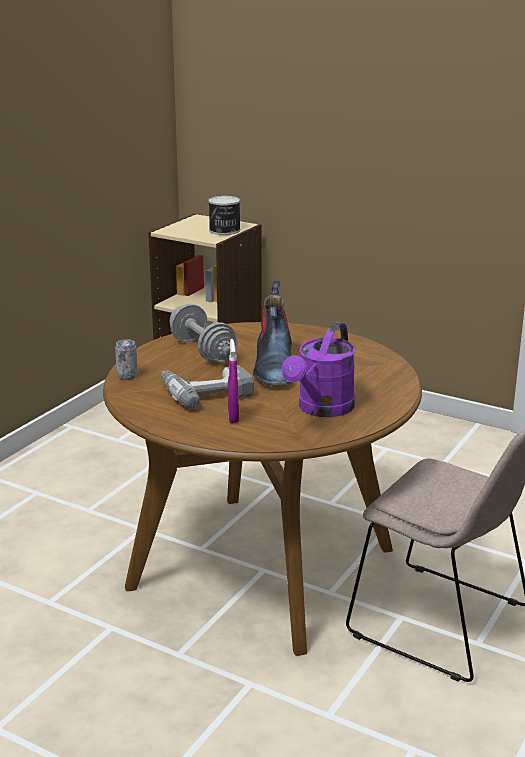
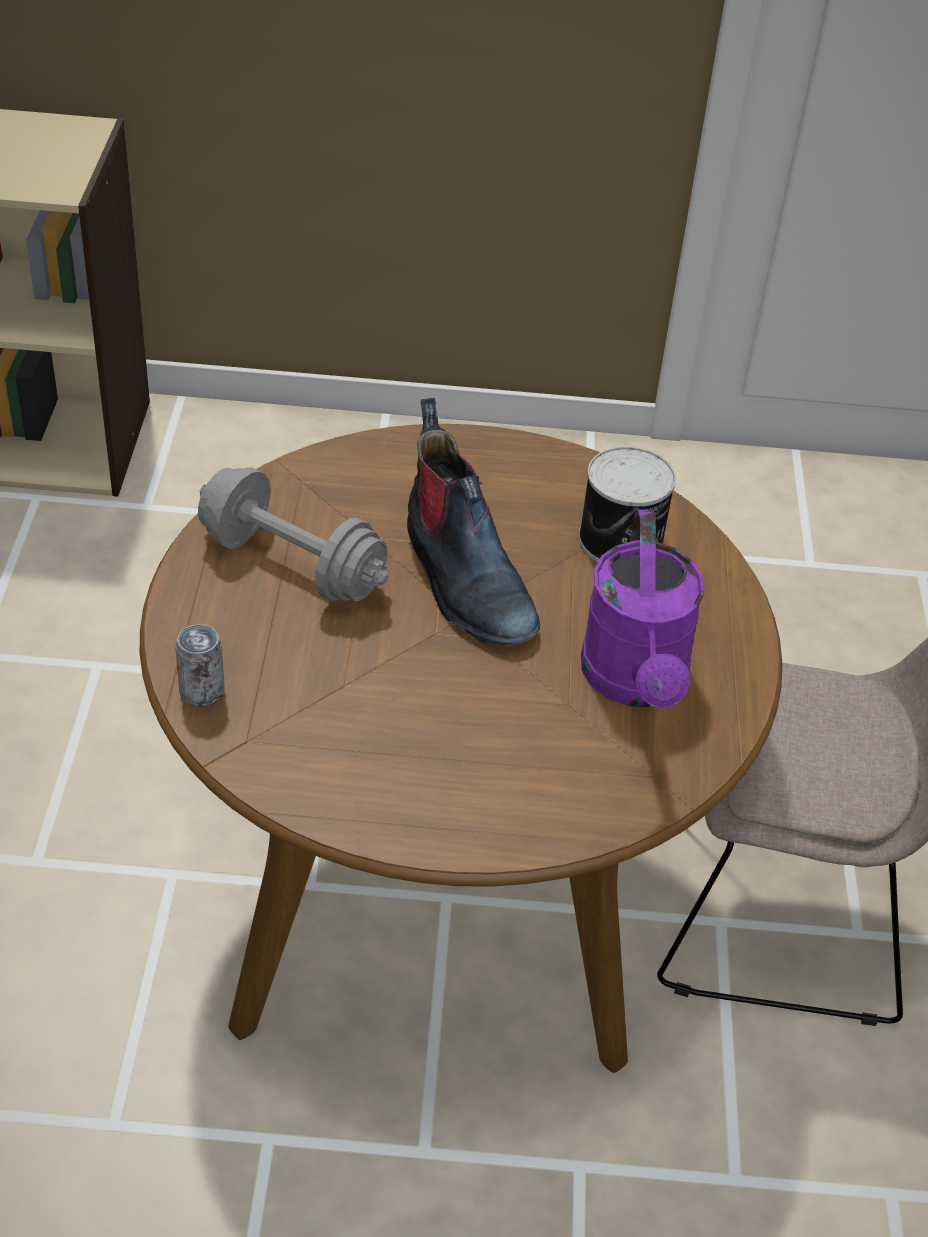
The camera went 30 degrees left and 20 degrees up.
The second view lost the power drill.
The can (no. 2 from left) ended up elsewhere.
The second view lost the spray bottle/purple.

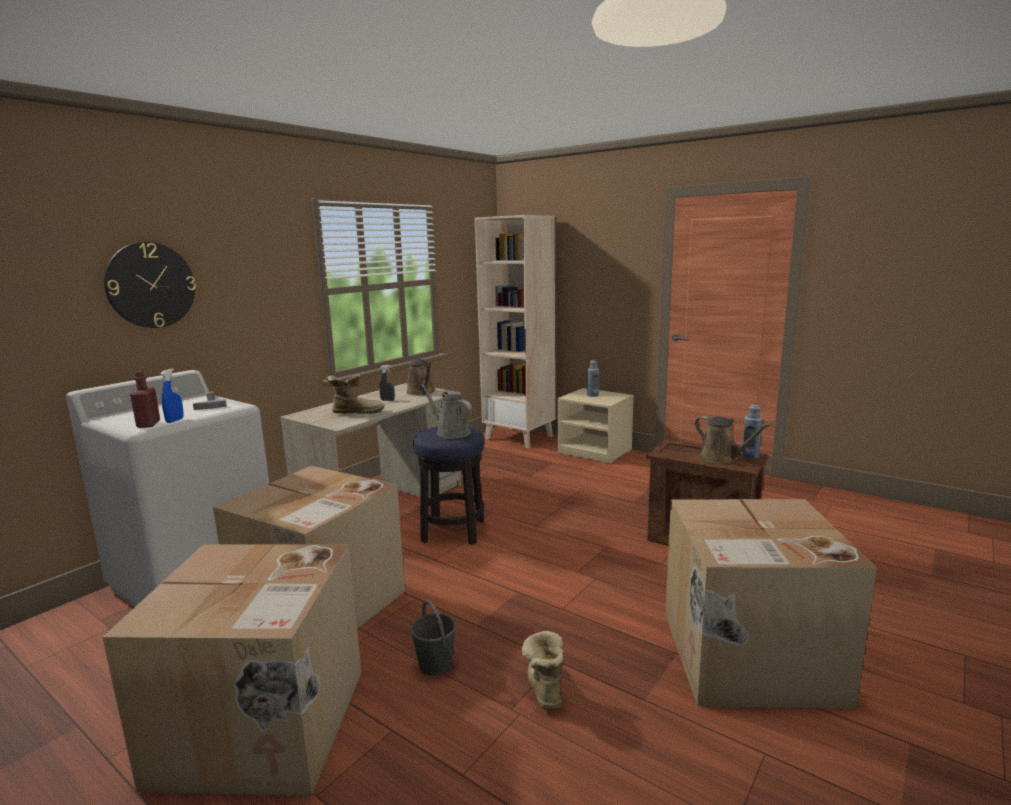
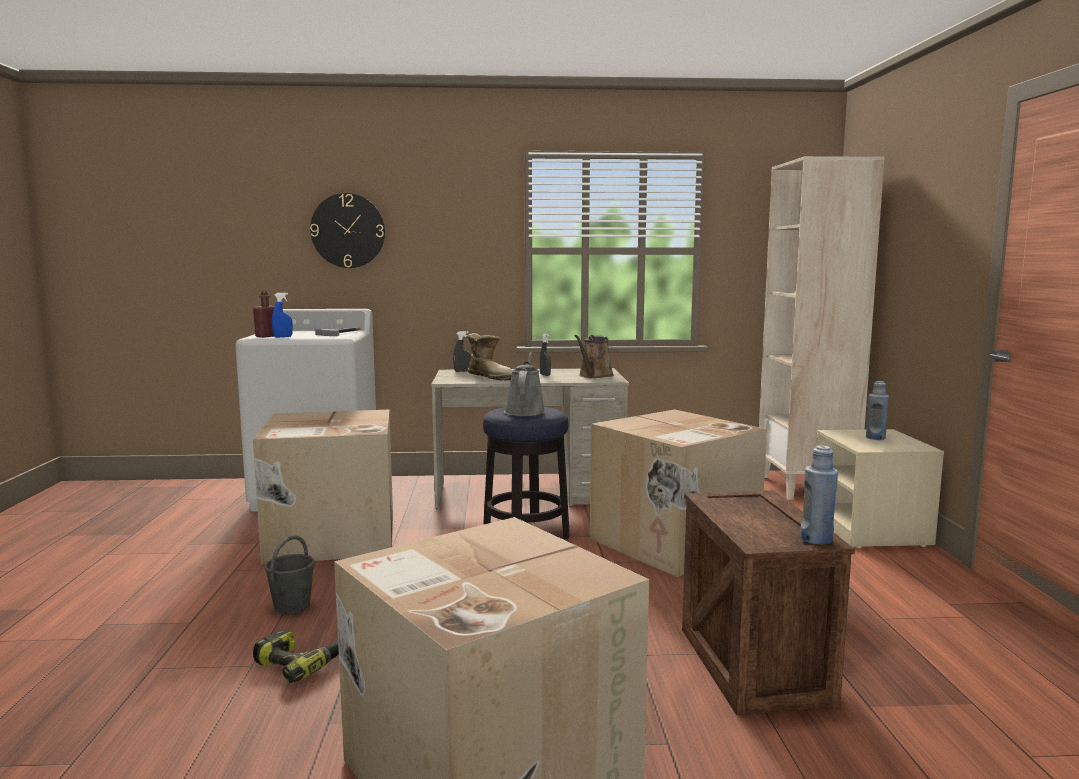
The camera went 50 degrees right and 5 degrees down.
The cardboard box (no. 1 from left in the first image) ended up elsewhere.
Where the boot (no. 2 from left) stood, the power drill came to stand.
The second view lost the watering can/brown (no. 2 from left).
The second view gained the spray bottle/grey (no. 1 from left).

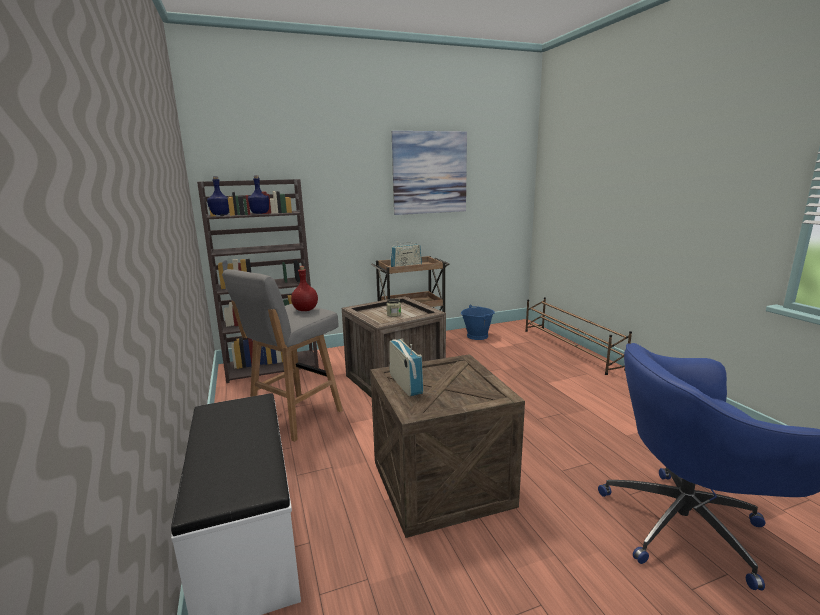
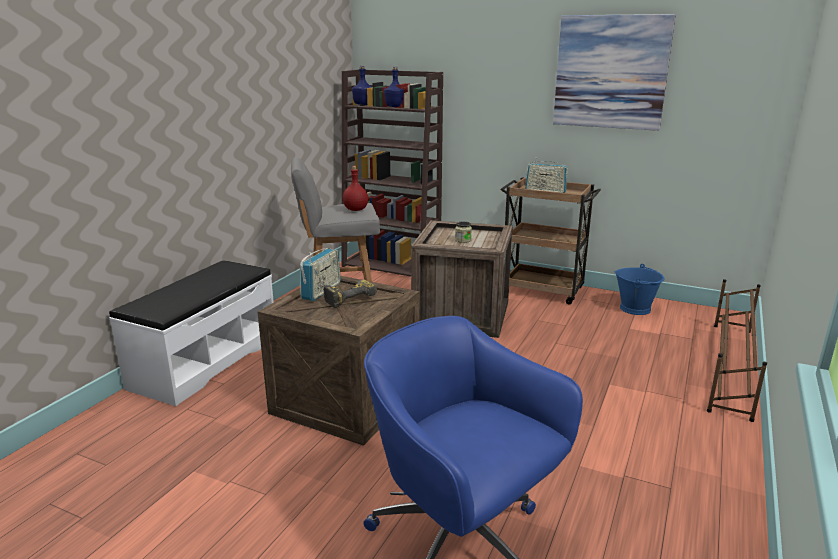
The camera went 45 degrees right and 5 degrees up.
The second view gained the power drill.

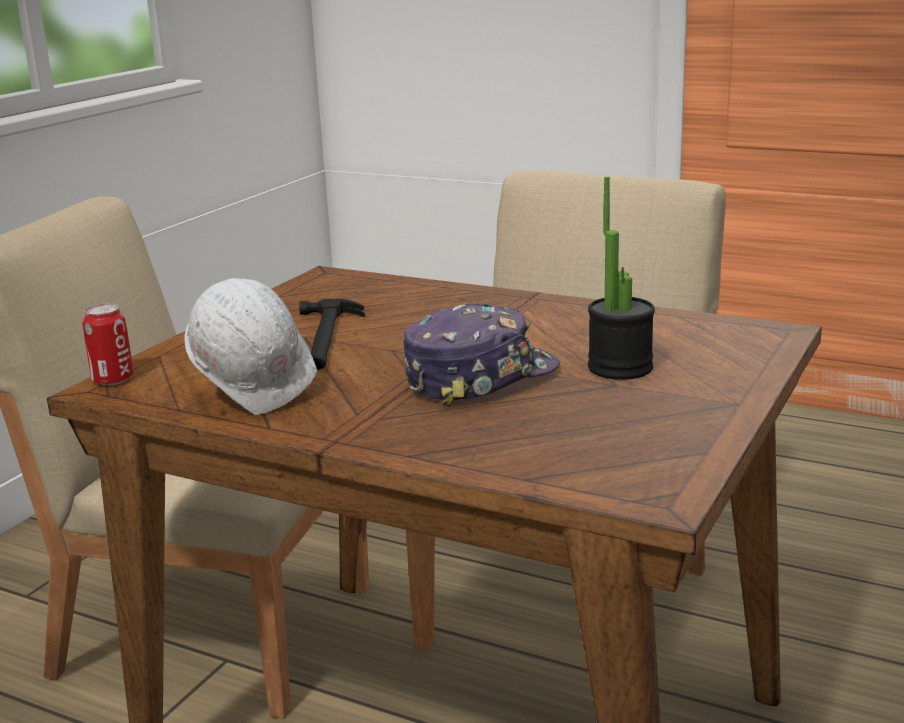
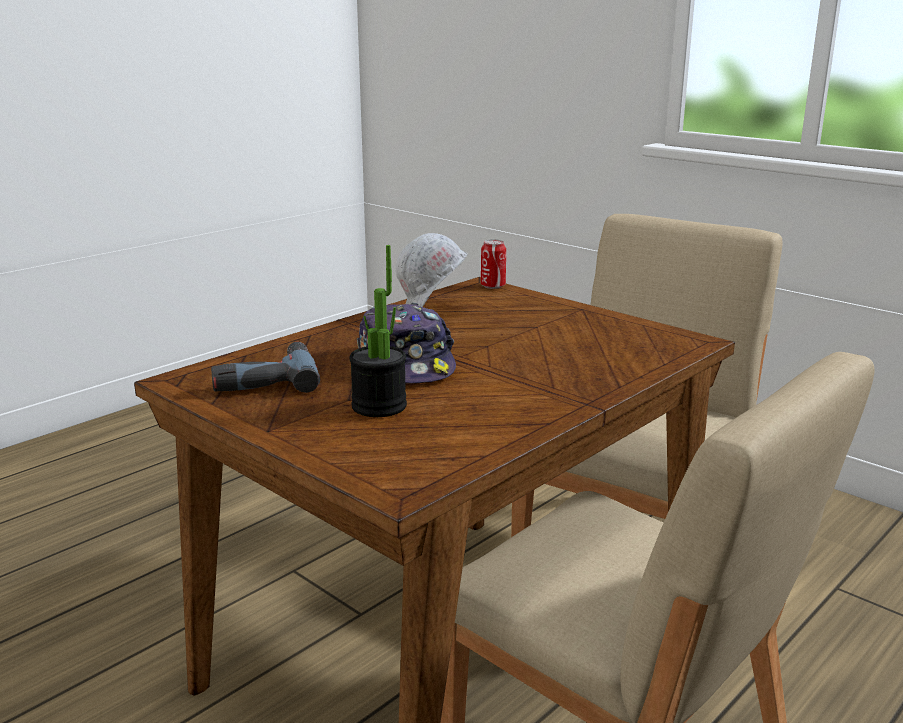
The camera went 105 degrees right and 0 degrees up.
The second view lost the hammer.
The second view gained the power drill.

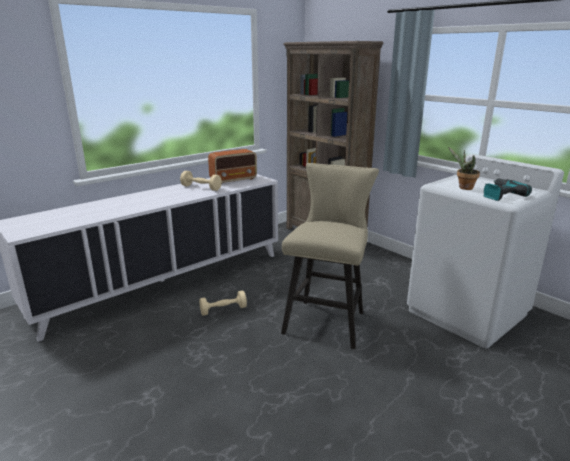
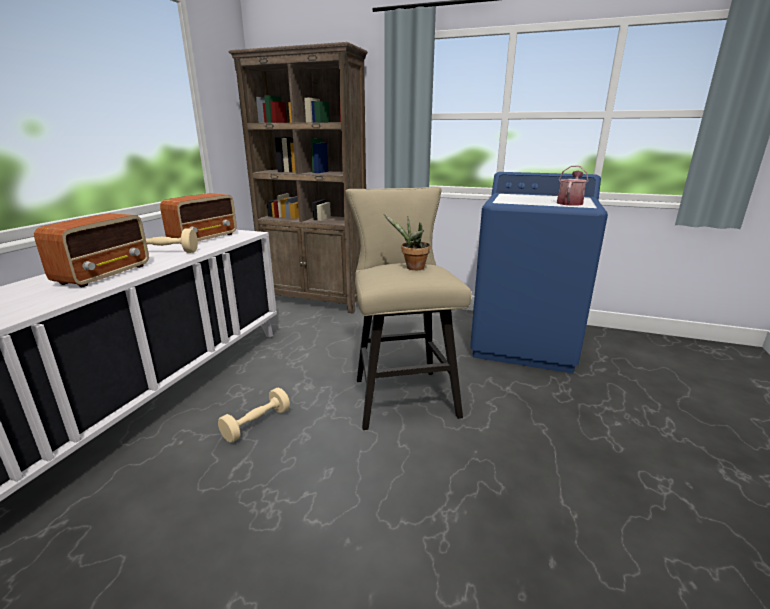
The camera went 30 degrees left and 0 degrees up.
What was the washing machine/white turned into the washing machine/blue.
The potted plant ended up elsewhere.
Where the power drill stood, the watering can came to stand.
The second view gained the radio (no. 1 from left).

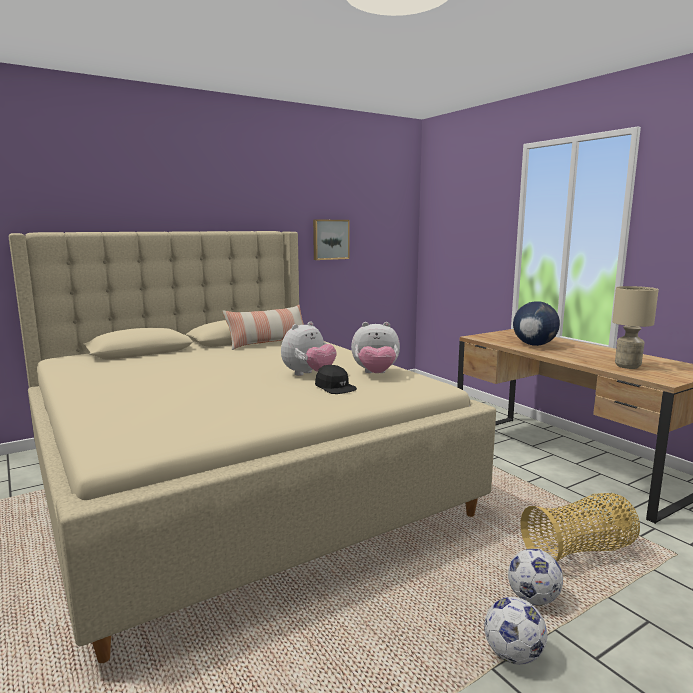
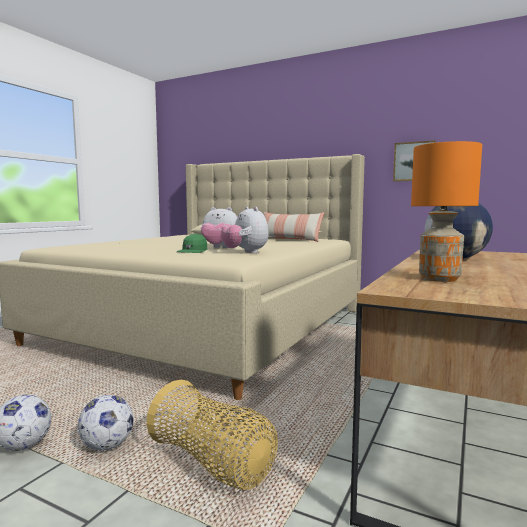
The camera went 60 degrees right and 5 degrees down.
What was the cap/black turned into the cap/green.
What was the table lamp/beige turned into the table lamp/orange.

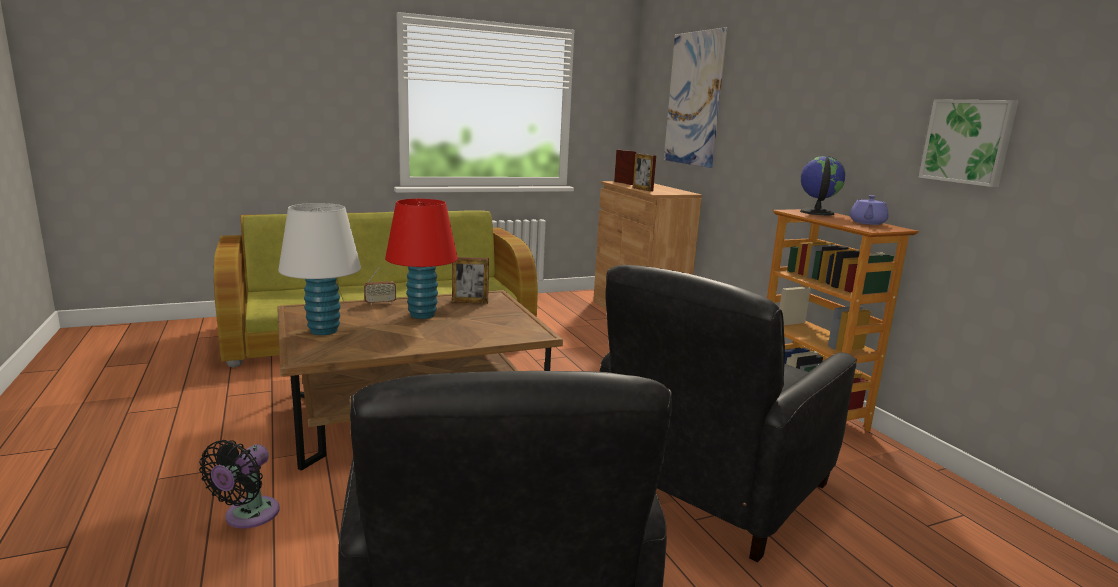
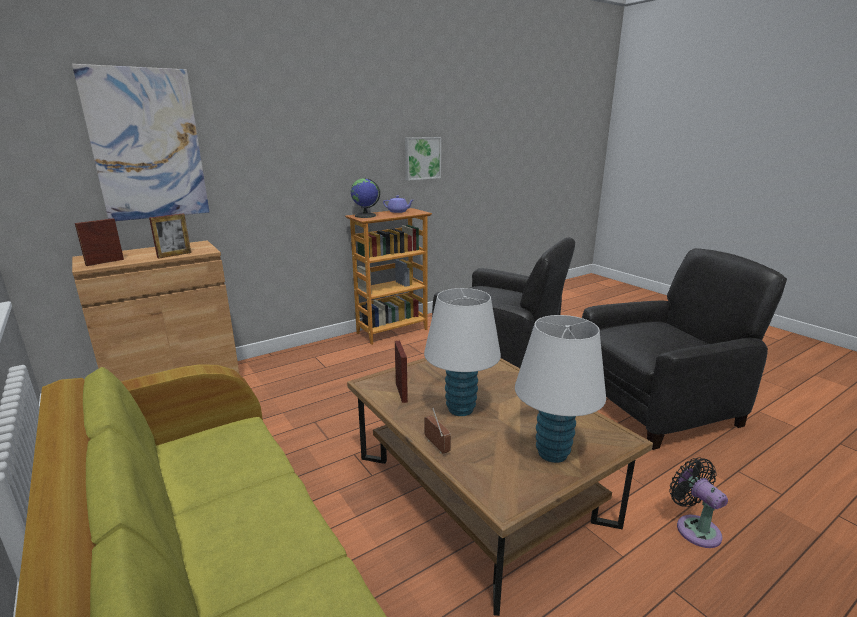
The camera went 100 degrees left and 5 degrees up.
The fan/black ended up facing another way, 120 degrees counterclockwise from before.
What was the table lamp/red turned into the table lamp/white (no. 1 from left).

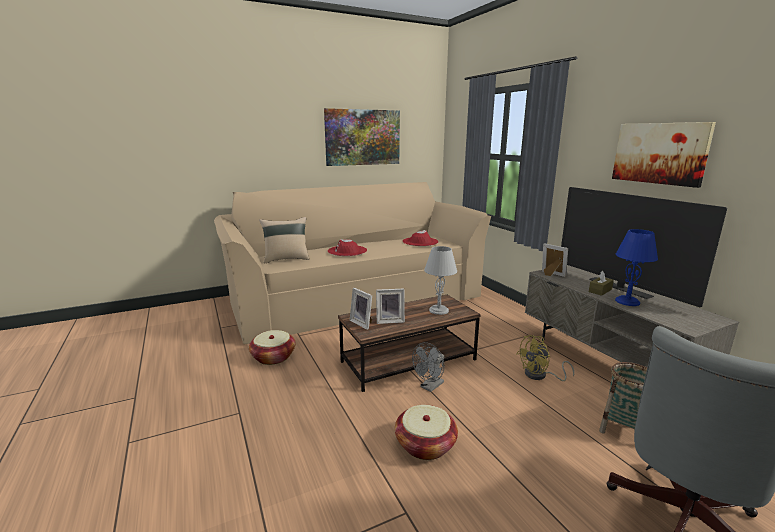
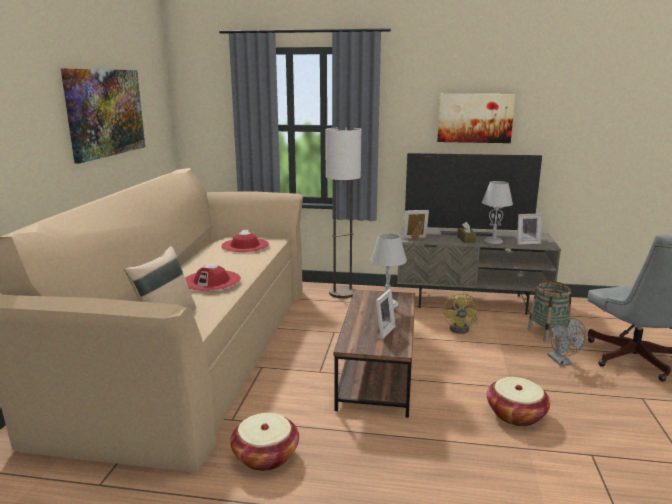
The camera went 55 degrees left and 0 degrees up.
The picture frame (no. 1 from left in the first image) ended up elsewhere.
The fan/grey ended up elsewhere.
What was the table lamp/blue turned into the table lamp/grey (no. 2 from left).
The second view gained the floor lamp.

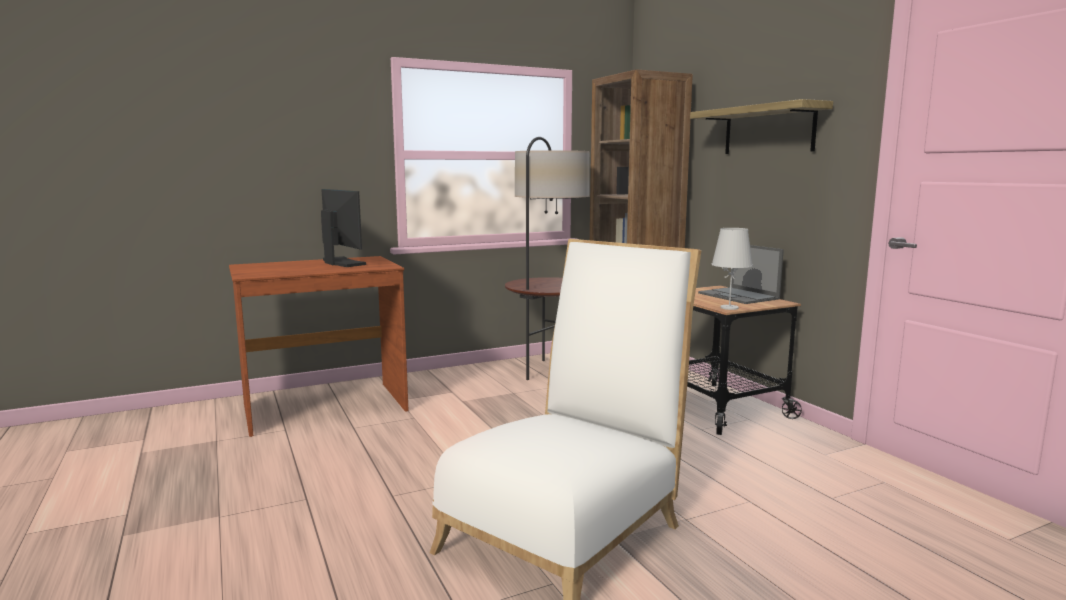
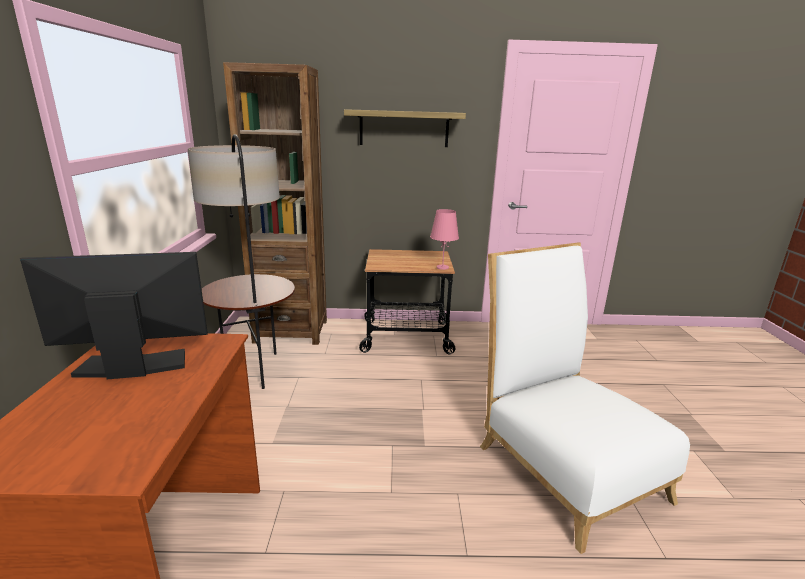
The camera went 65 degrees left and 10 degrees up.
The second view lost the laptop.
What was the table lamp/white turned into the table lamp/pink.

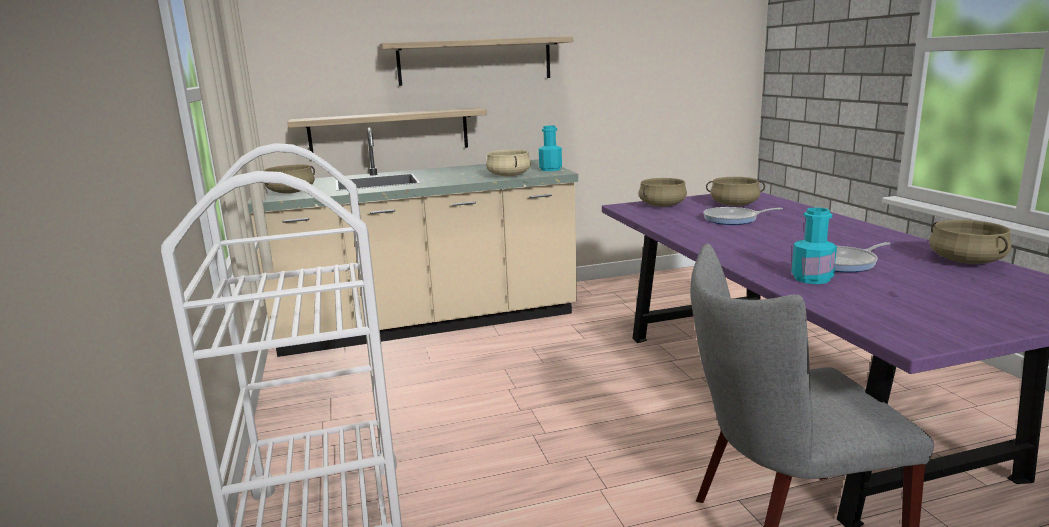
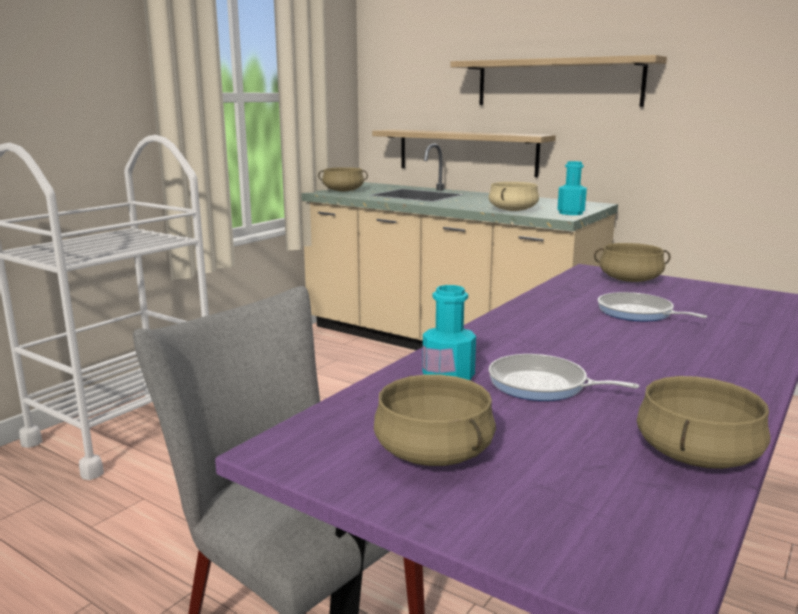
The camera went 50 degrees right and 0 degrees up.
The cooking pot/beige (no. 4 from left in the first image) ended up elsewhere.

